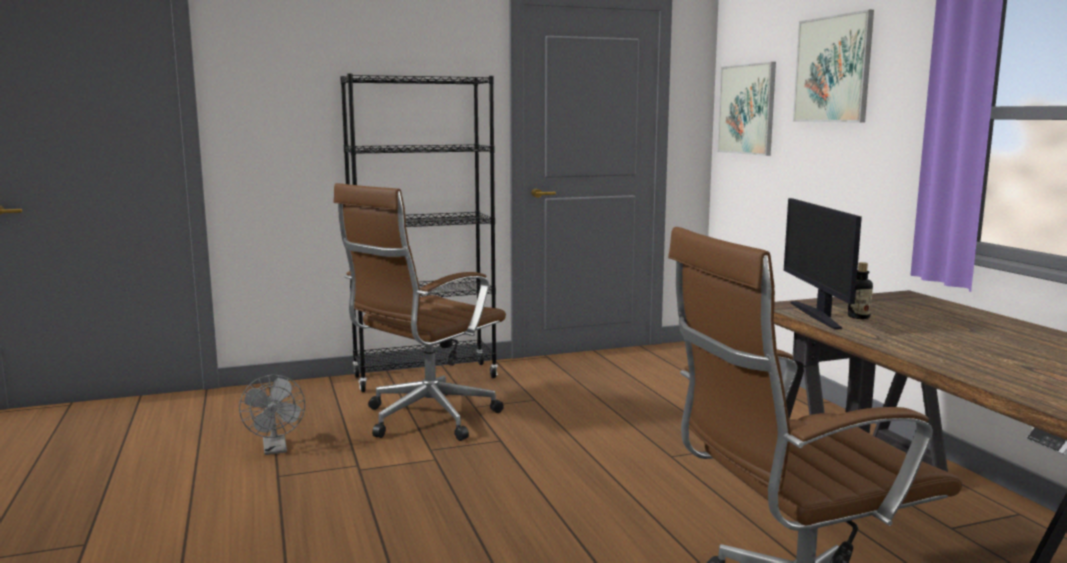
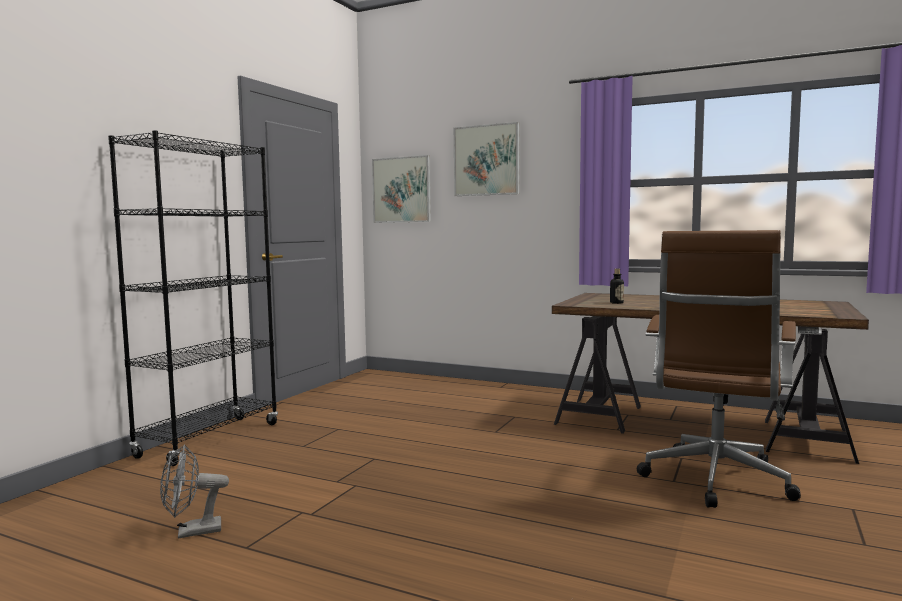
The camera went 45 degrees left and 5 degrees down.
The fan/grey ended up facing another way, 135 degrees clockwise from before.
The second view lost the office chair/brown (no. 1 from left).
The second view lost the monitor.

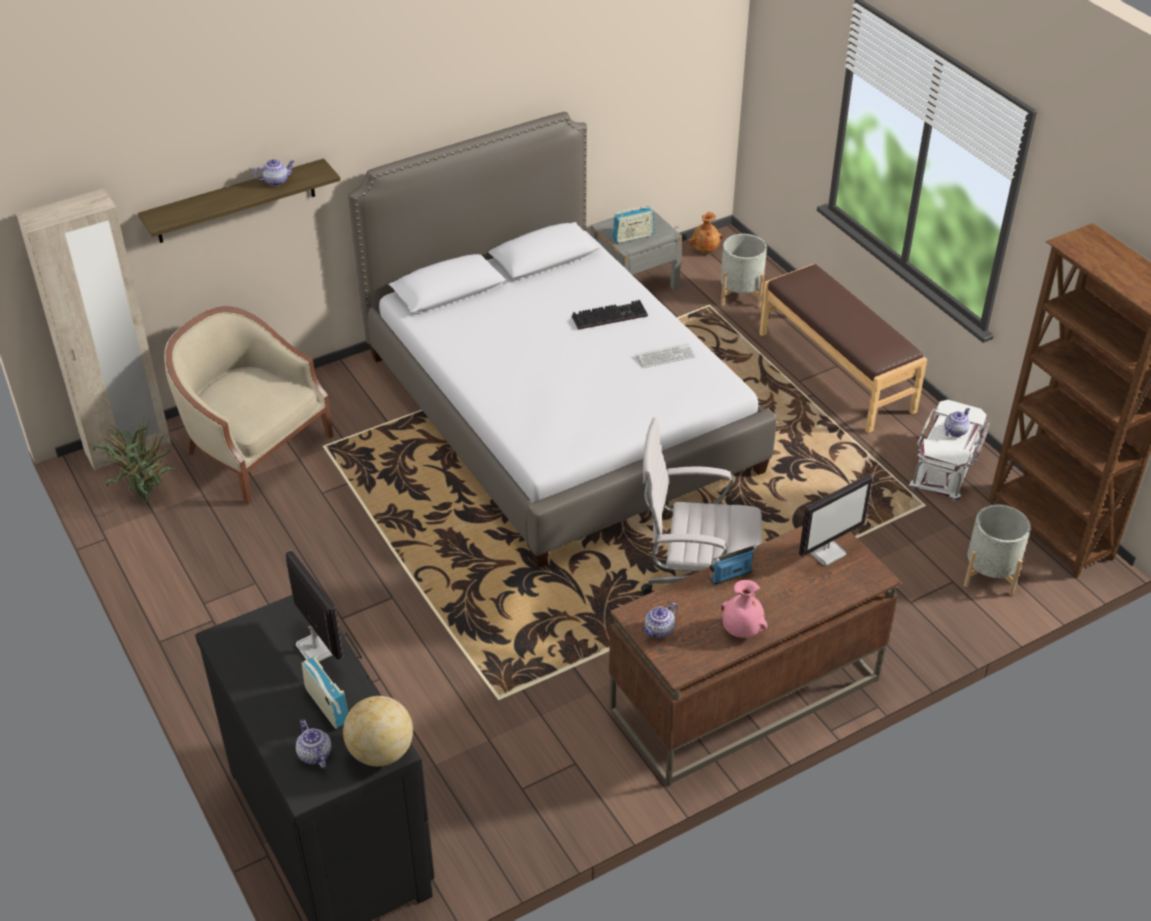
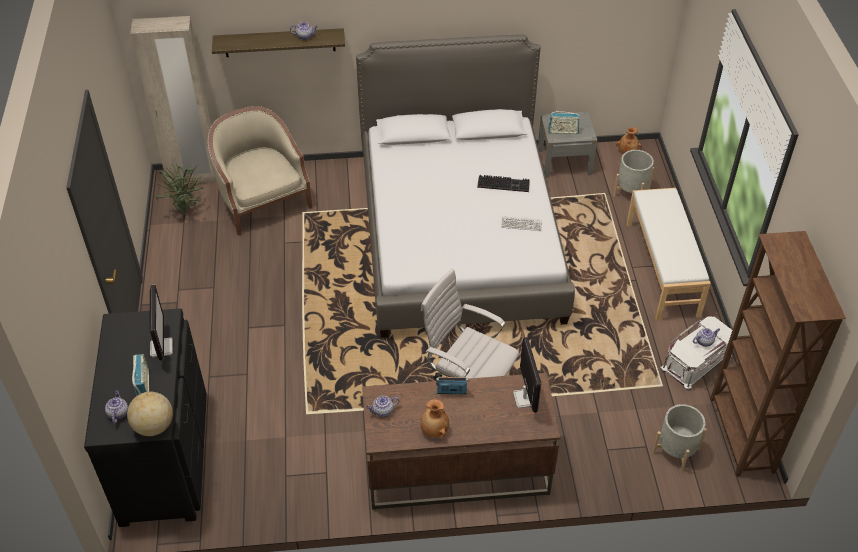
The camera went 25 degrees right and 5 degrees up.
What was the vase/pink turned into the vase/brown (no. 1 from left).
What was the bench/brown turned into the bench/white.
The monitor (no. 2 from left) ended up facing another way, 90 degrees counterclockwise from before.

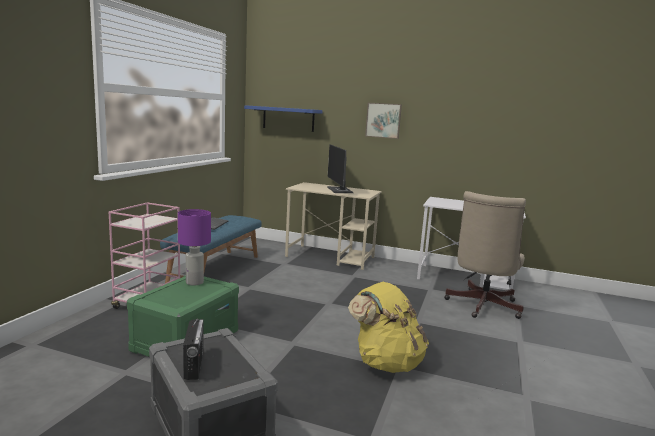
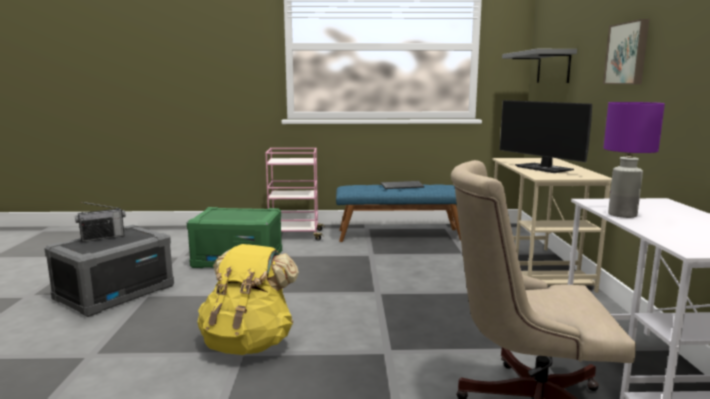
The camera went 70 degrees right and 0 degrees up.
The table lamp/purple ended up elsewhere.
What was the shelf/blue turned into the shelf/grey.
The monitor ended up facing another way, 90 degrees counterclockwise from before.

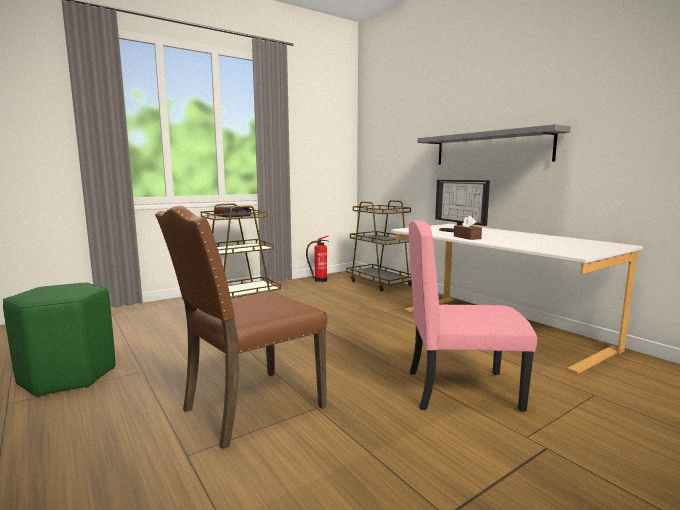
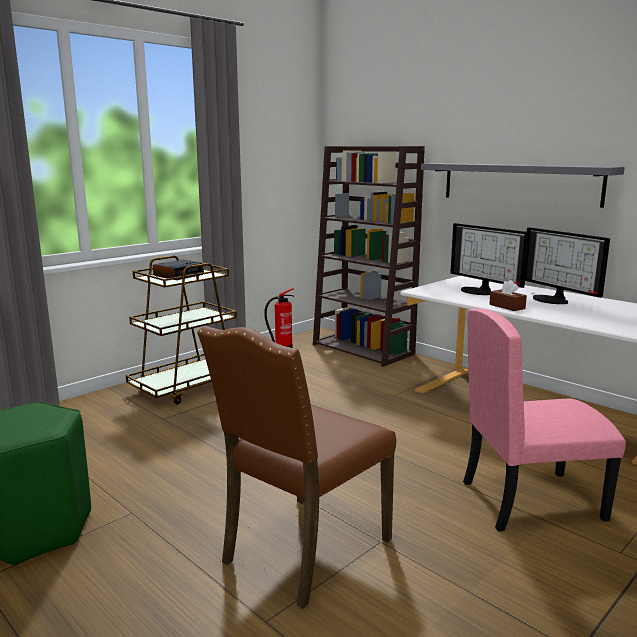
The camera went 10 degrees left and 5 degrees up.
Where the cart/brown (no. 2 from left) stood, the bookcase/brown came to stand.
The second view gained the monitor (no. 2 from left).

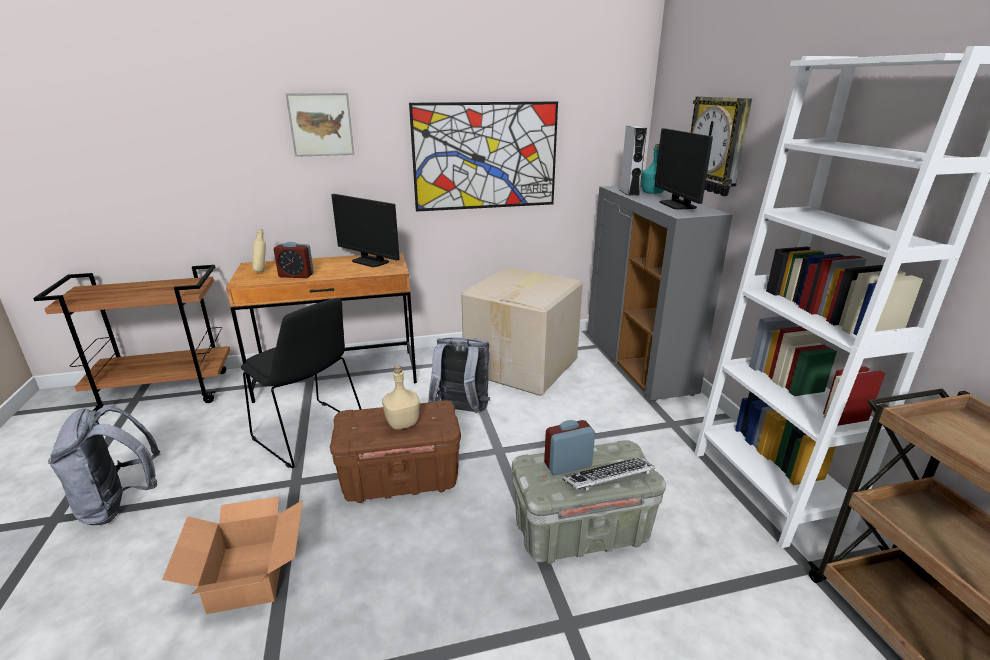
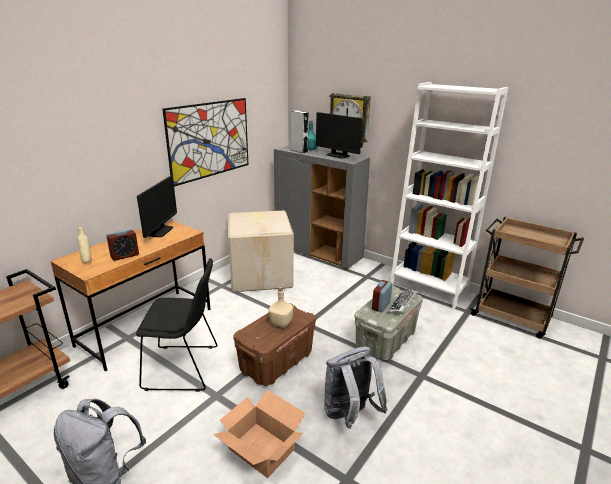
The camera went 40 degrees left and 0 degrees up.
The second view lost the picture (no. 1 from left).
The monitor (no. 1 from left) ended up facing another way, 75 degrees counterclockwise from before.
The backpack/grey (no. 2 from left) ended up elsewhere.

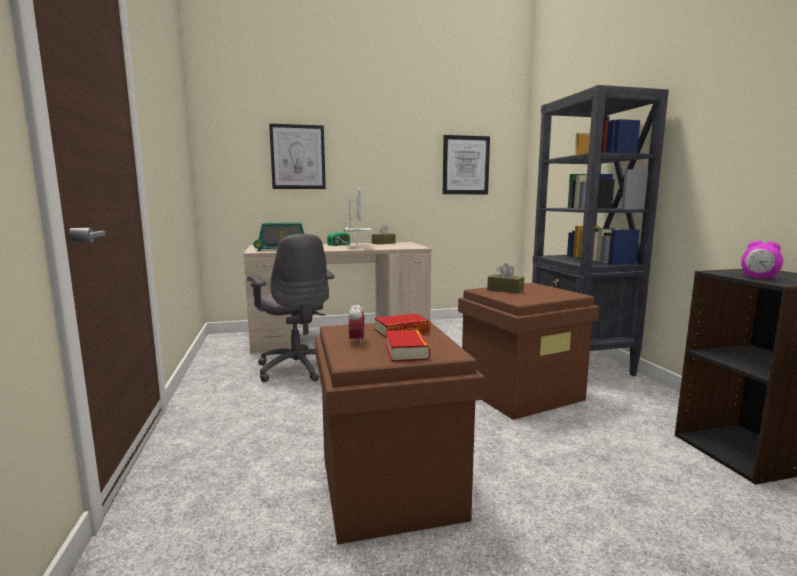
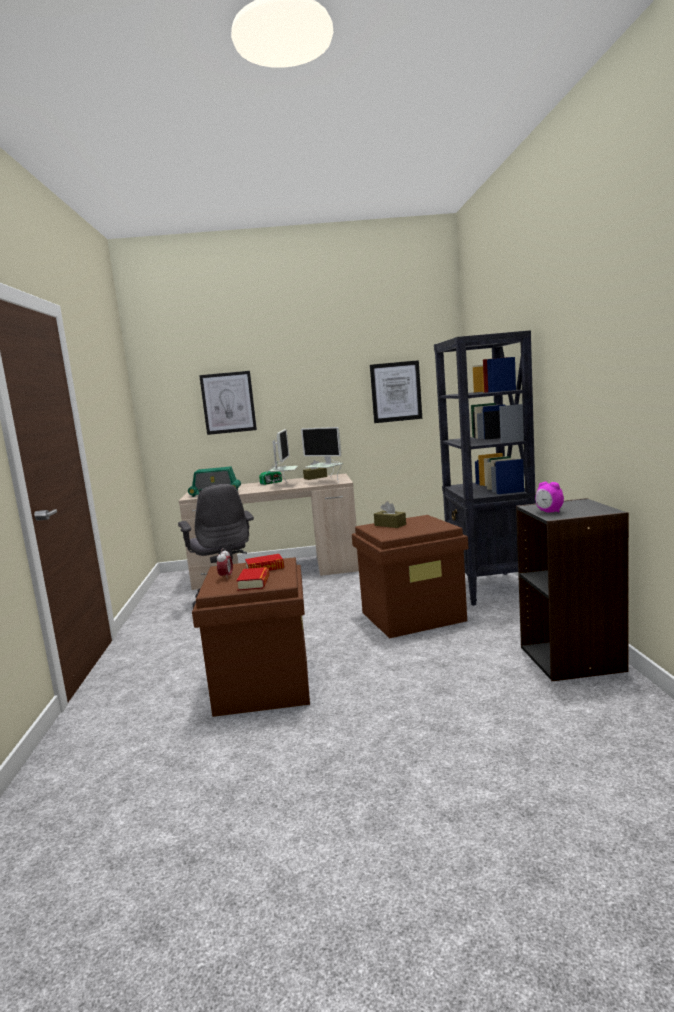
The camera went 10 degrees right and 0 degrees up.
The second view gained the monitor (no. 2 from left).

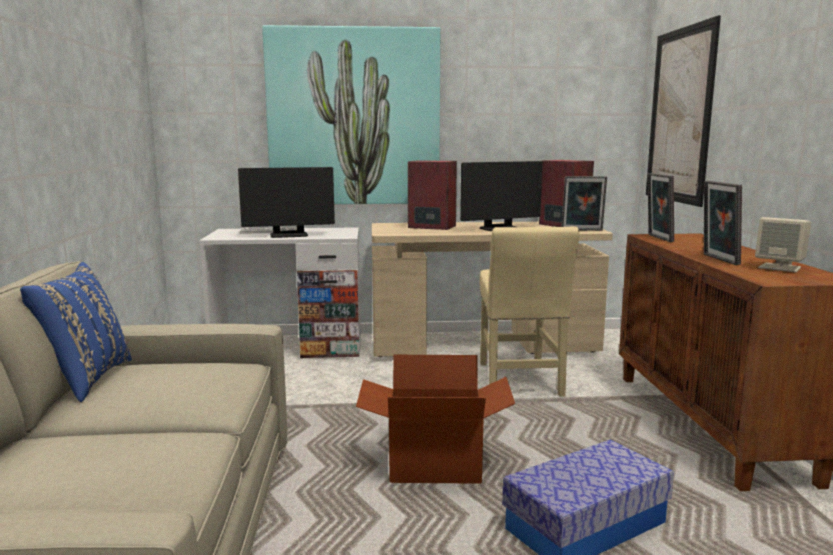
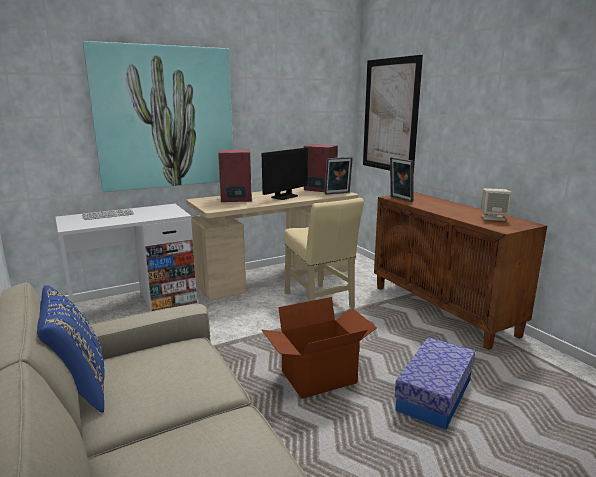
The camera went 25 degrees left and 5 degrees up.
The second view lost the monitor (no. 1 from left).
The second view lost the picture frame (no. 3 from left).

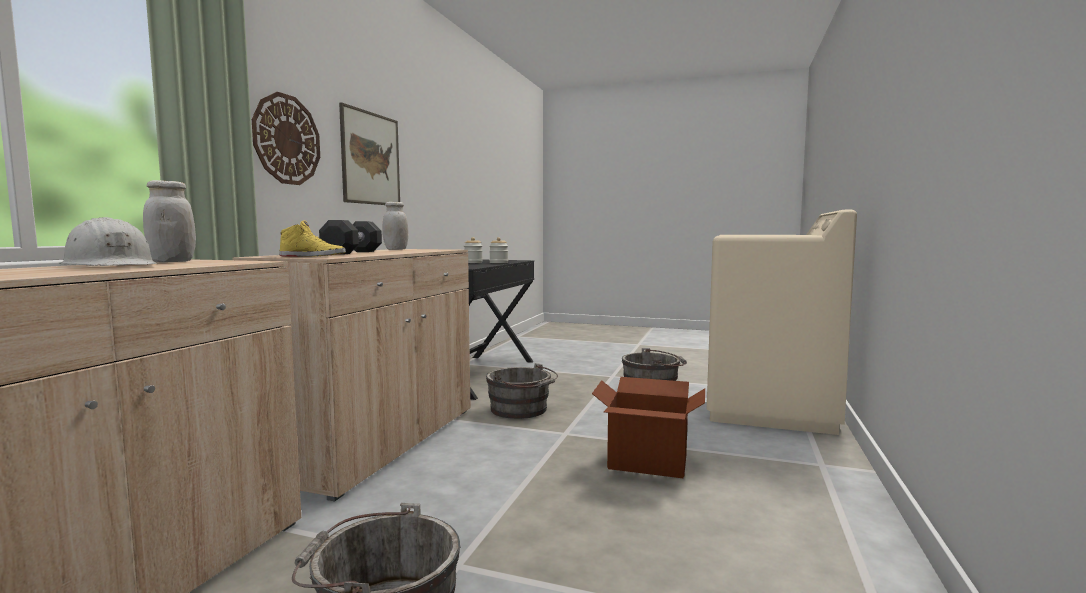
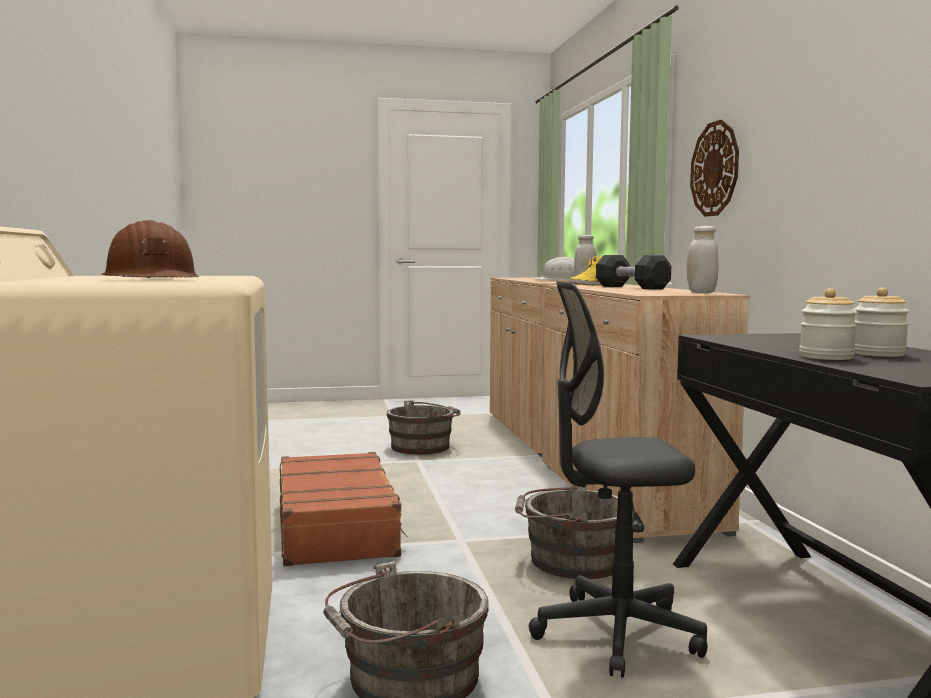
The camera went 150 degrees right and 0 degrees up.
The second view lost the picture.
Where the cardboard box stood, the suitcase/brown came to stand.
The second view gained the hard hat/brown.
The second view gained the office chair/grey.

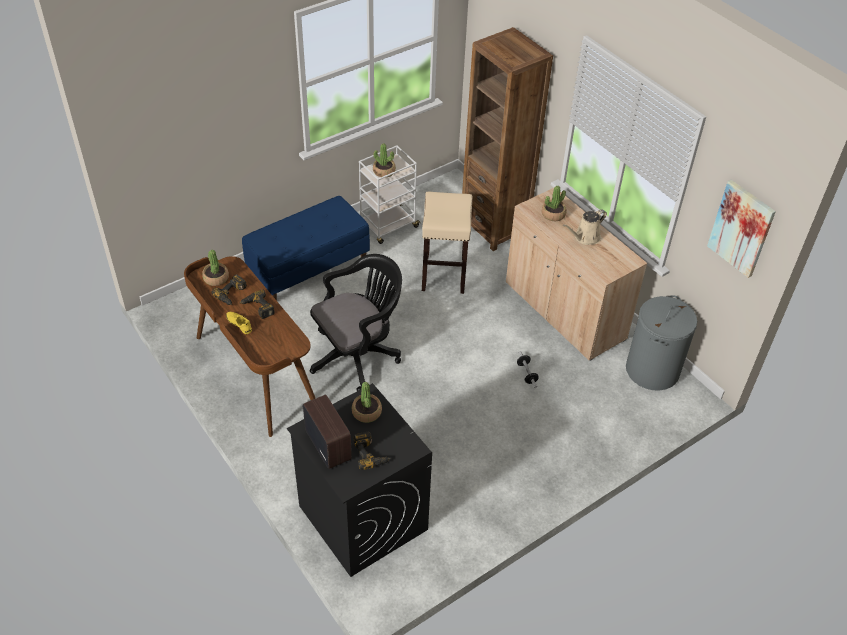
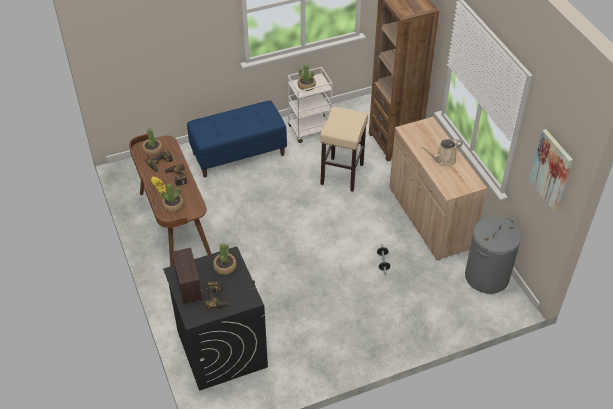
The camera went 15 degrees right and 0 degrees up.
The second view lost the office chair/black.
The potted plant (no. 4 from left in the first image) ended up elsewhere.

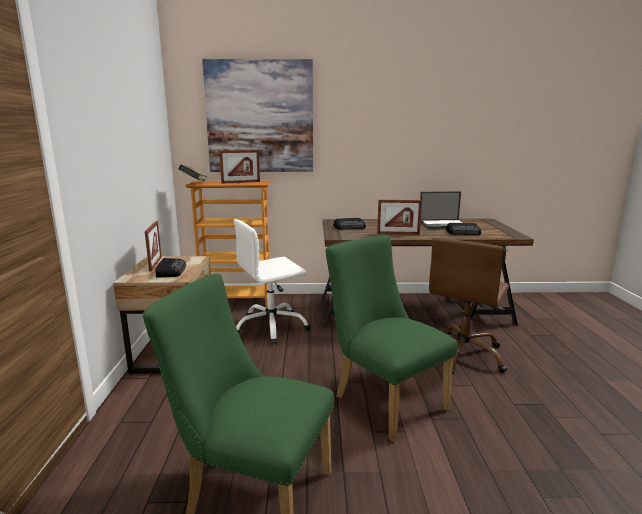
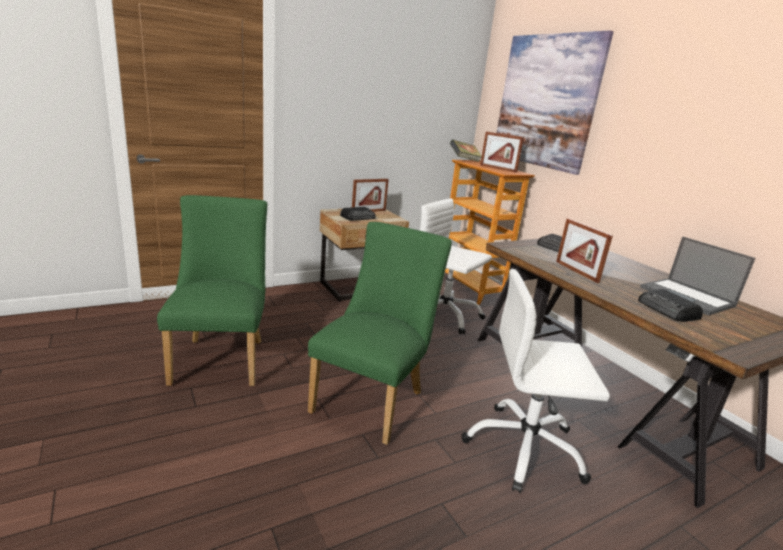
The camera went 60 degrees right and 5 degrees up.
What was the office chair/brown turned into the office chair/white (no. 2 from left).

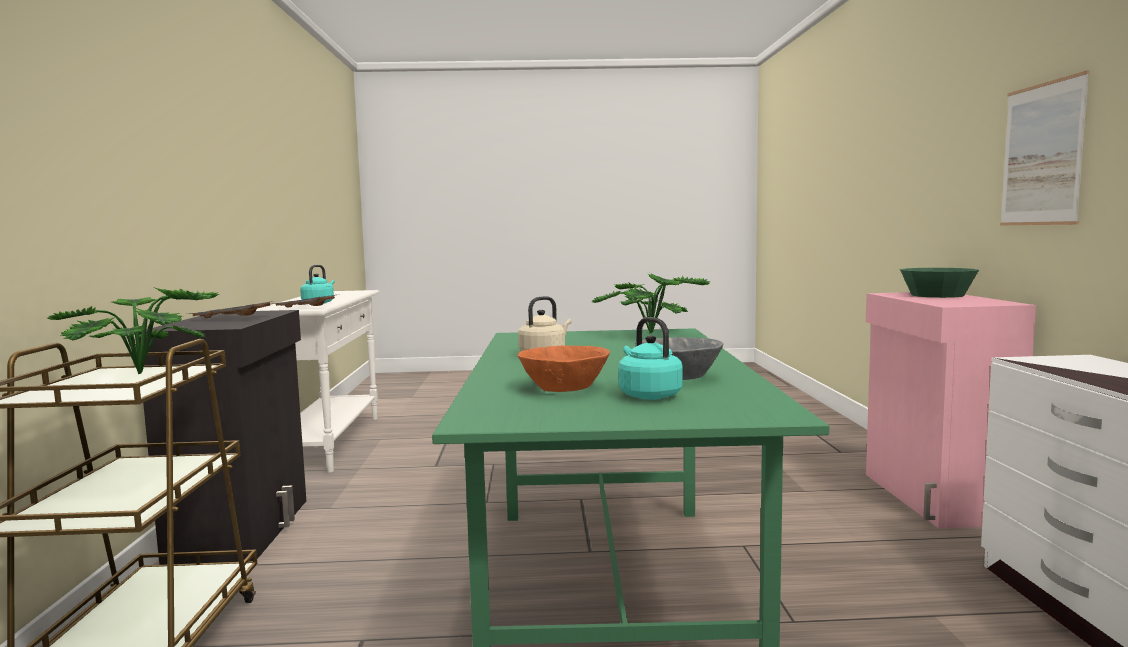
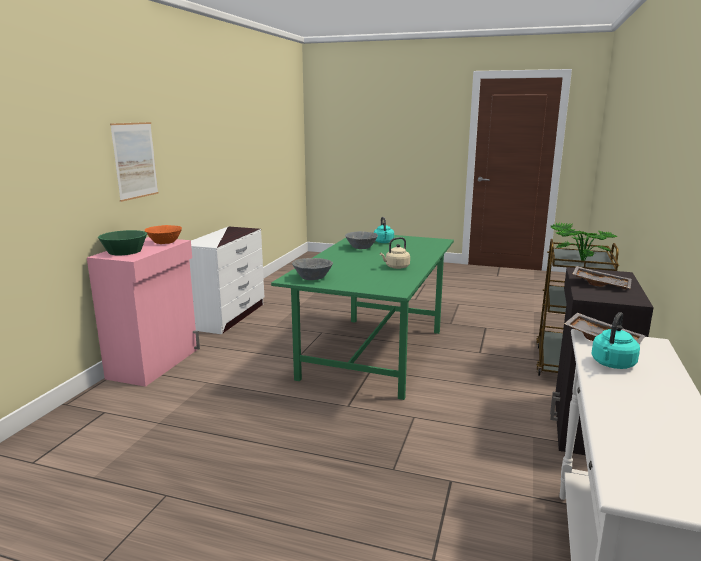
The camera went 160 degrees left and 10 degrees up.
The bowl/orange ended up elsewhere.
Where the potted plant (no. 2 from left) stood, the bowl/grey (no. 1 from left) came to stand.

